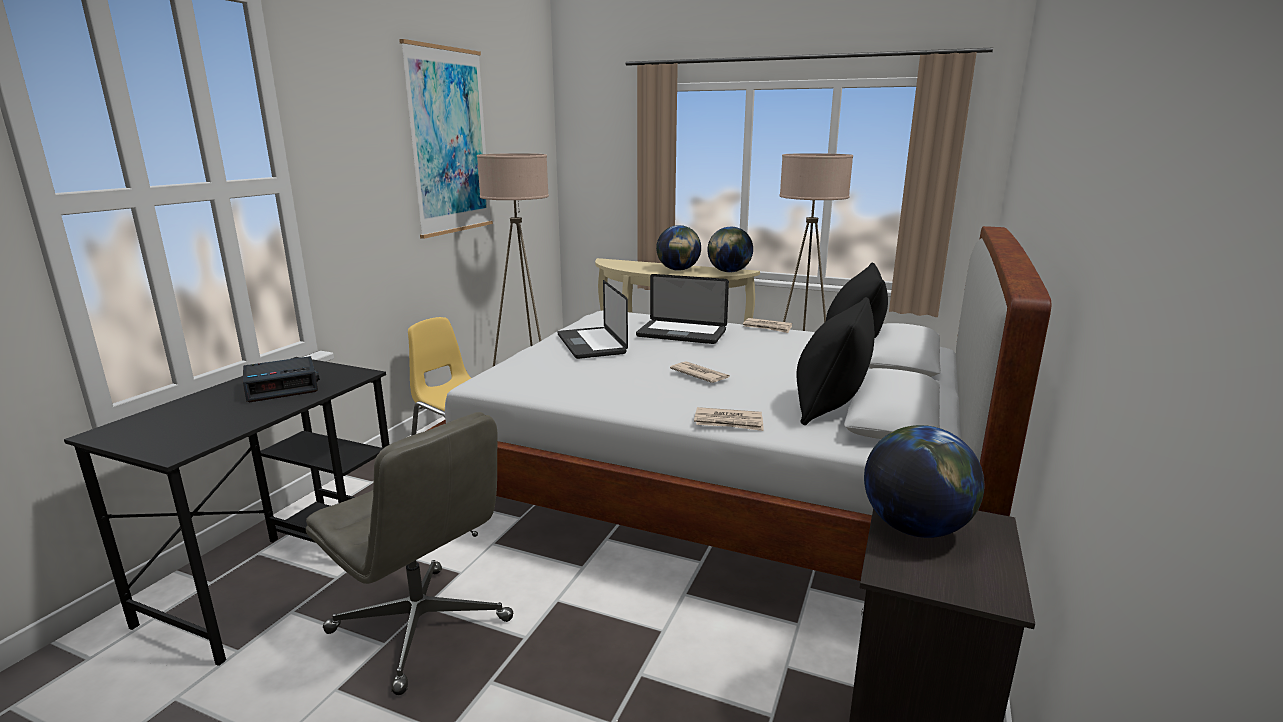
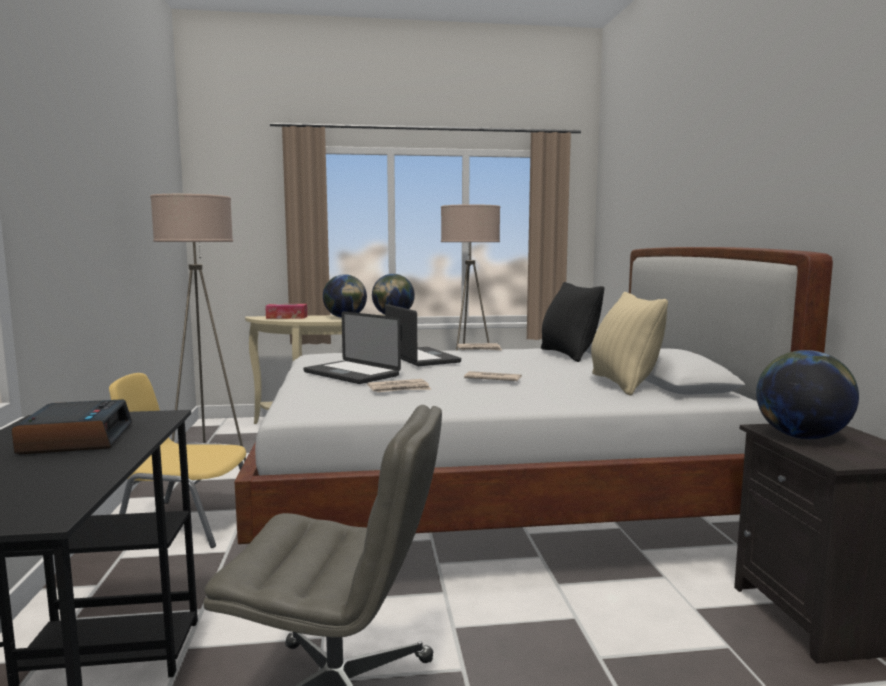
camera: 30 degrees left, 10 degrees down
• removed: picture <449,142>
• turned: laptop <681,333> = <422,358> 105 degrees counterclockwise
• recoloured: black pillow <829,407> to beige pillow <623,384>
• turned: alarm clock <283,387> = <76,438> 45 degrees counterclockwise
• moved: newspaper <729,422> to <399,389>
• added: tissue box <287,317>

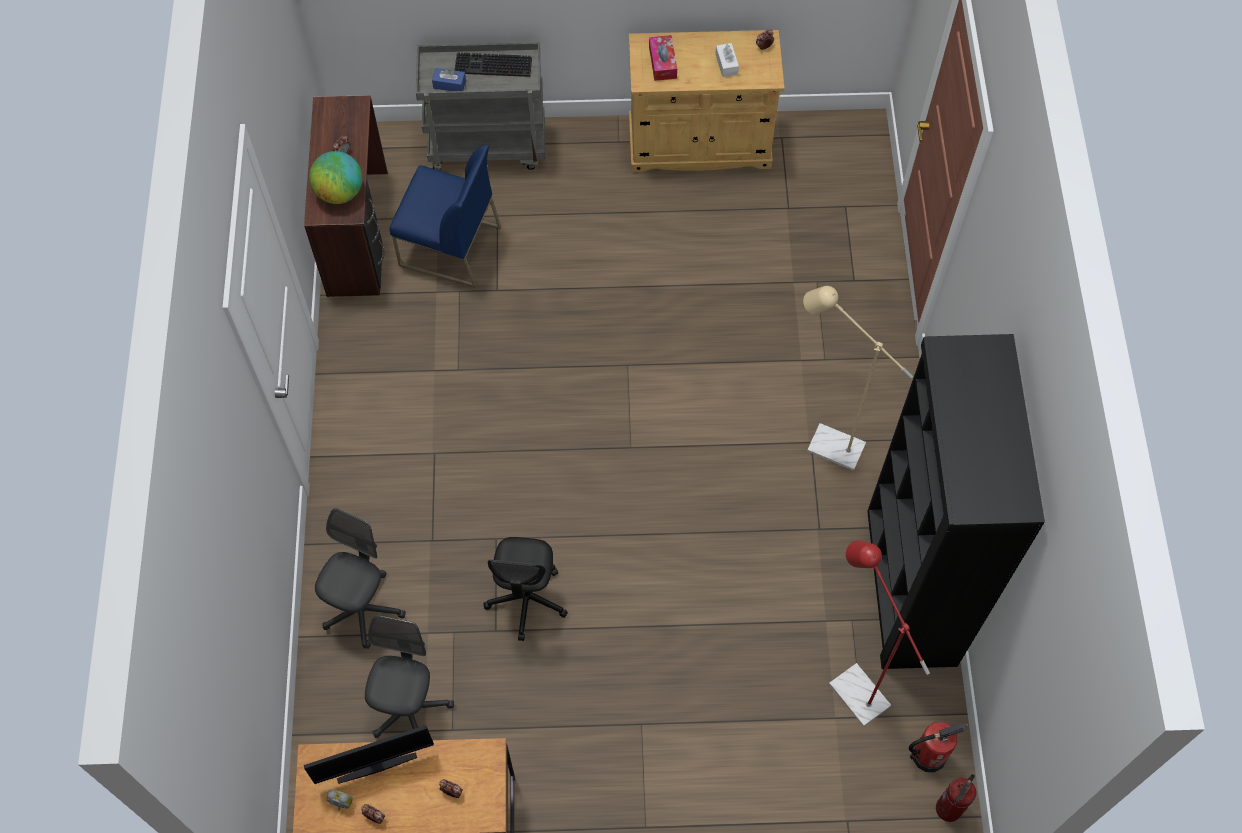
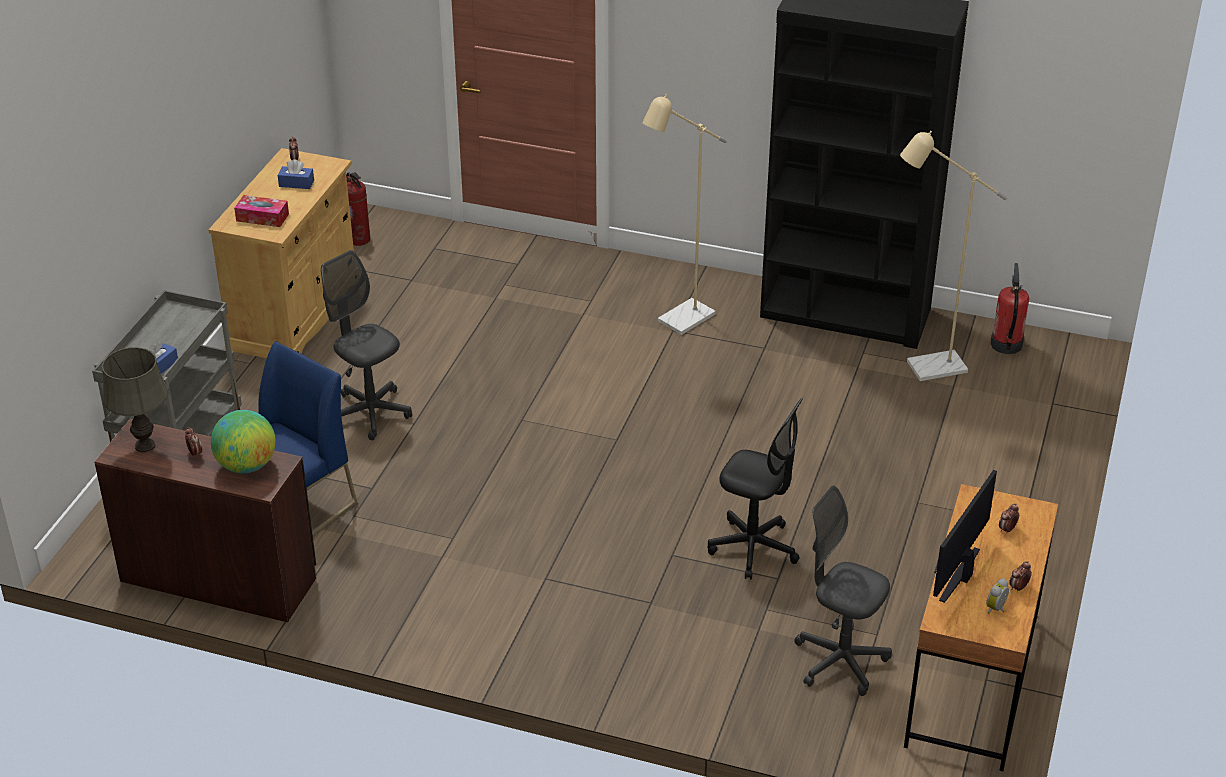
camera: 70 degrees left, 25 degrees down
• recoloured: white tissue box <726,64> to blue tissue box <296,183>
• removed: keyboard <491,67>
• moved: grey office chair <363,609> to <370,413>
• recoloured: red floor lamp <851,686> to beige floor lamp <927,369>
• turned: monitor <376,765> = <962,576> 150 degrees counterclockwise
• moved: fire extinguisher <949,809> to <359,239>
• added: grey table lamp <144,445>

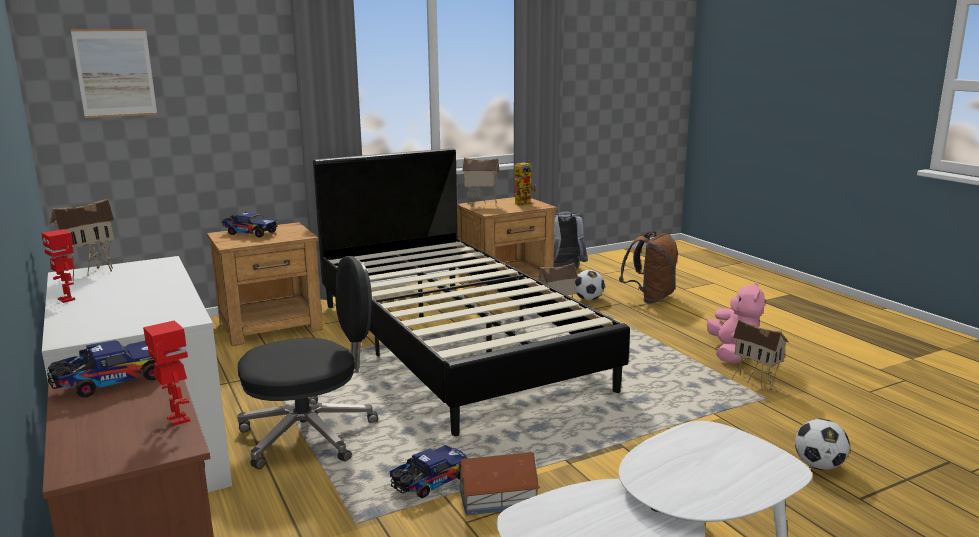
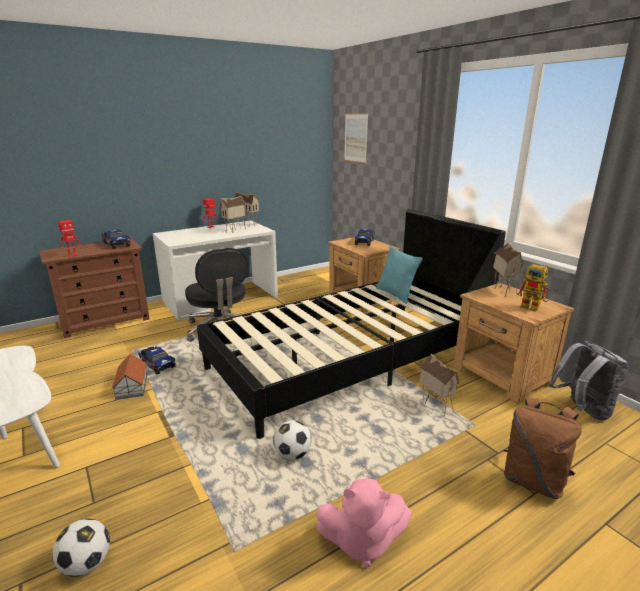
camera: 85 degrees right, 5 degrees up
• moved: football <588,299> to <292,454>
• moved: toy house <755,383> to <235,231>
• added: turquoise pillow <395,294>

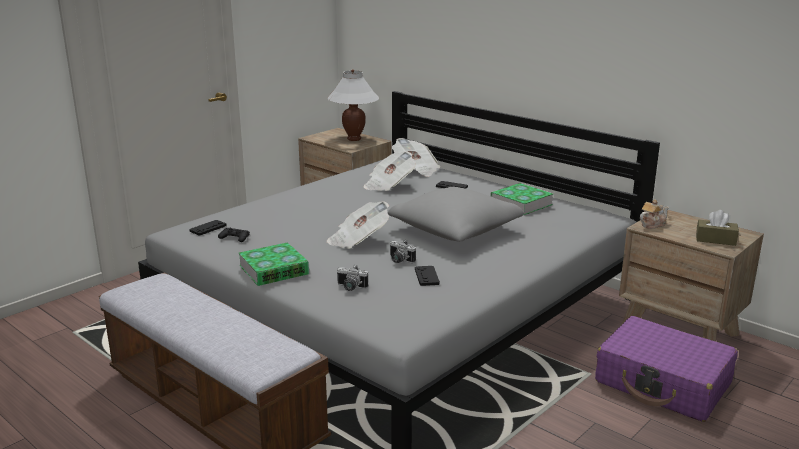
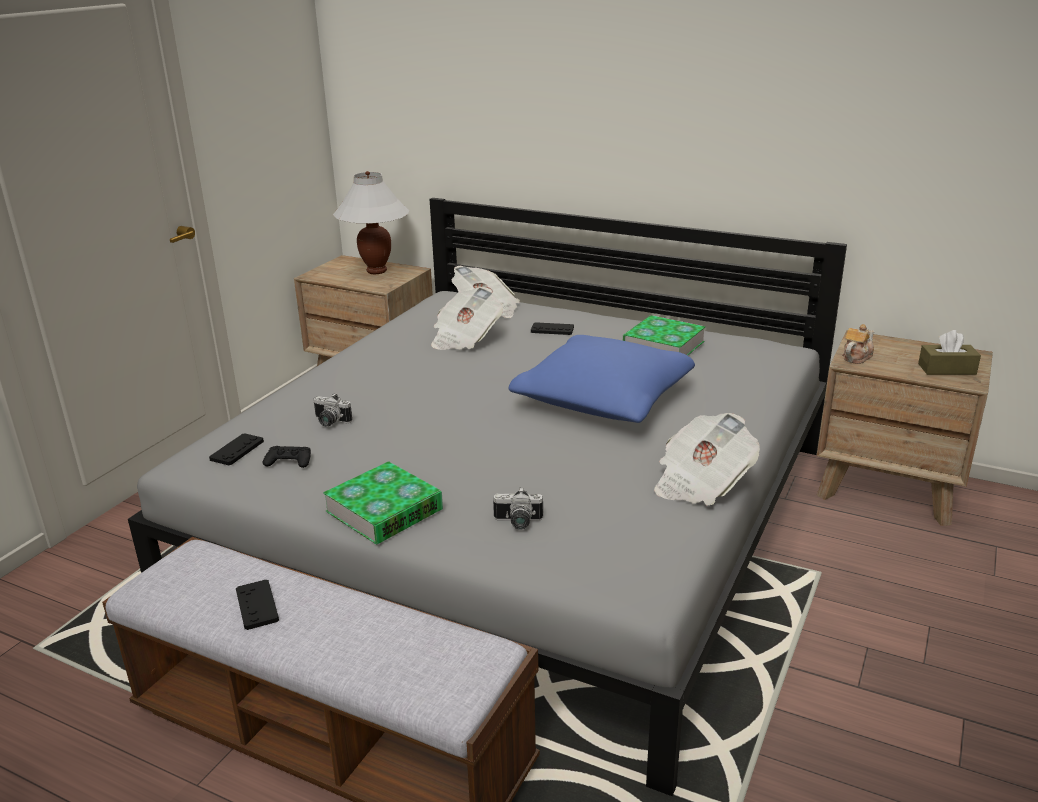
camera: 15 degrees left, 5 degrees up
• recoloured: grey pillow <455,230> to blue pillow <604,399>
• moved: newspaper <358,240> to <701,483>
• moved: photo camera <399,260> to <329,422>
• moved: black game controller <426,276> to <257,605>
• removed: purple suitcase <663,383>

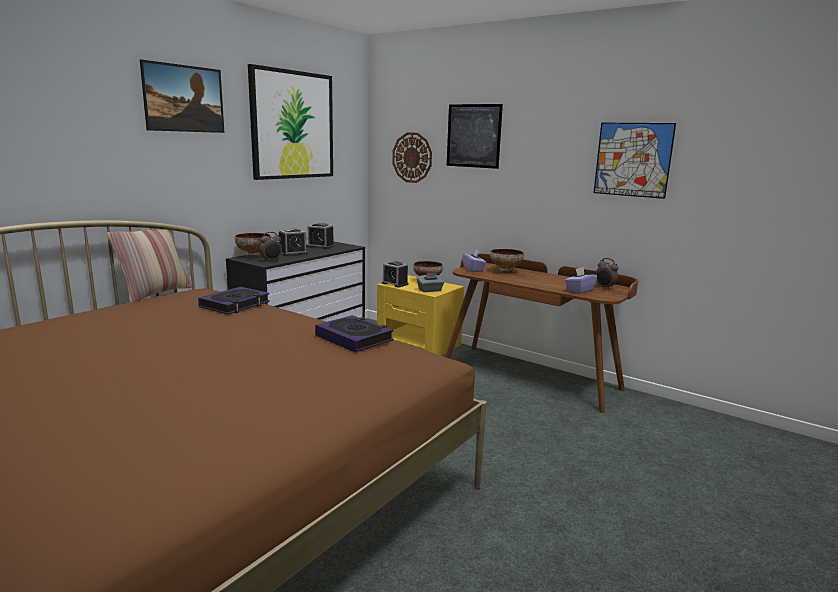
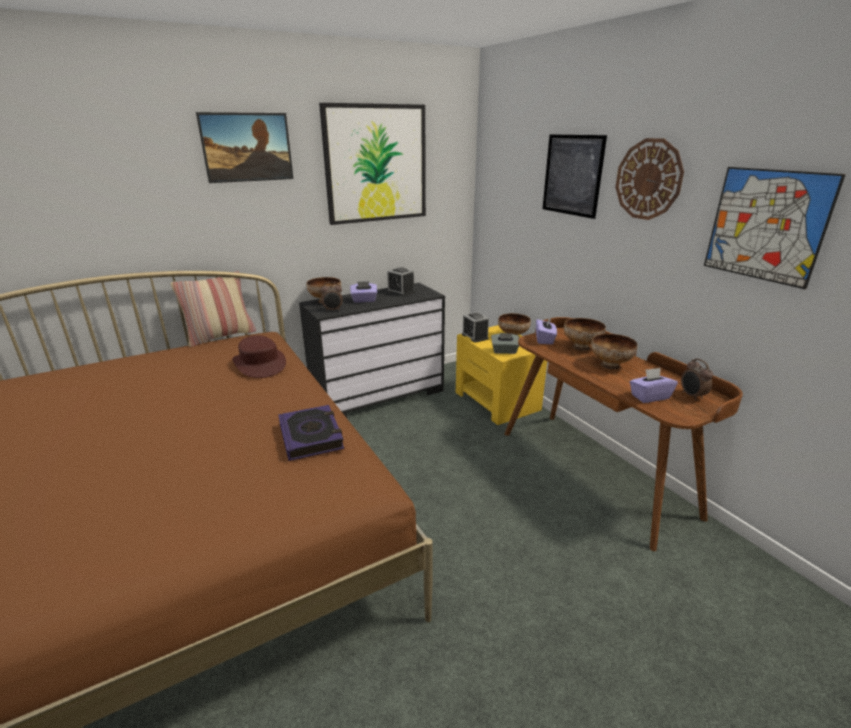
camera: 25 degrees right, 10 degrees up
• moved: wall clock <412,157> to <648,179>
• replaced: alarm clock <293,253> to purple tissue box <364,300>
• replaced: book <235,305> to brown hat <260,364>
• added: bowl <610,365>

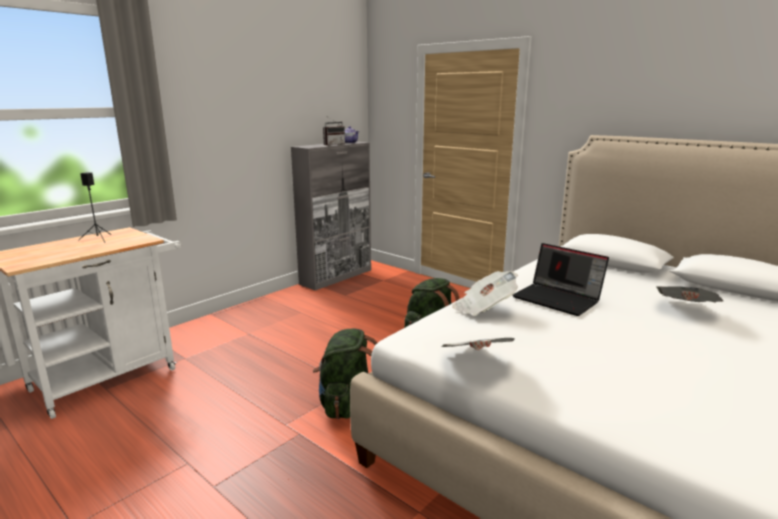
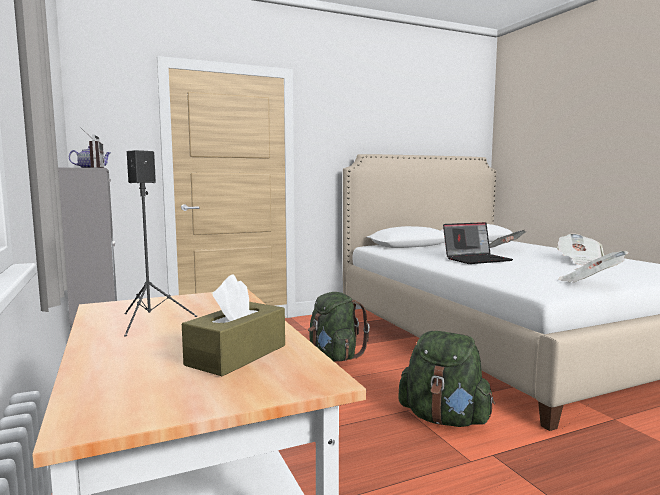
camera: 65 degrees left, 10 degrees down
• moved: newspaper <483,308> to <579,261>
• added: brown tissue box <237,355>

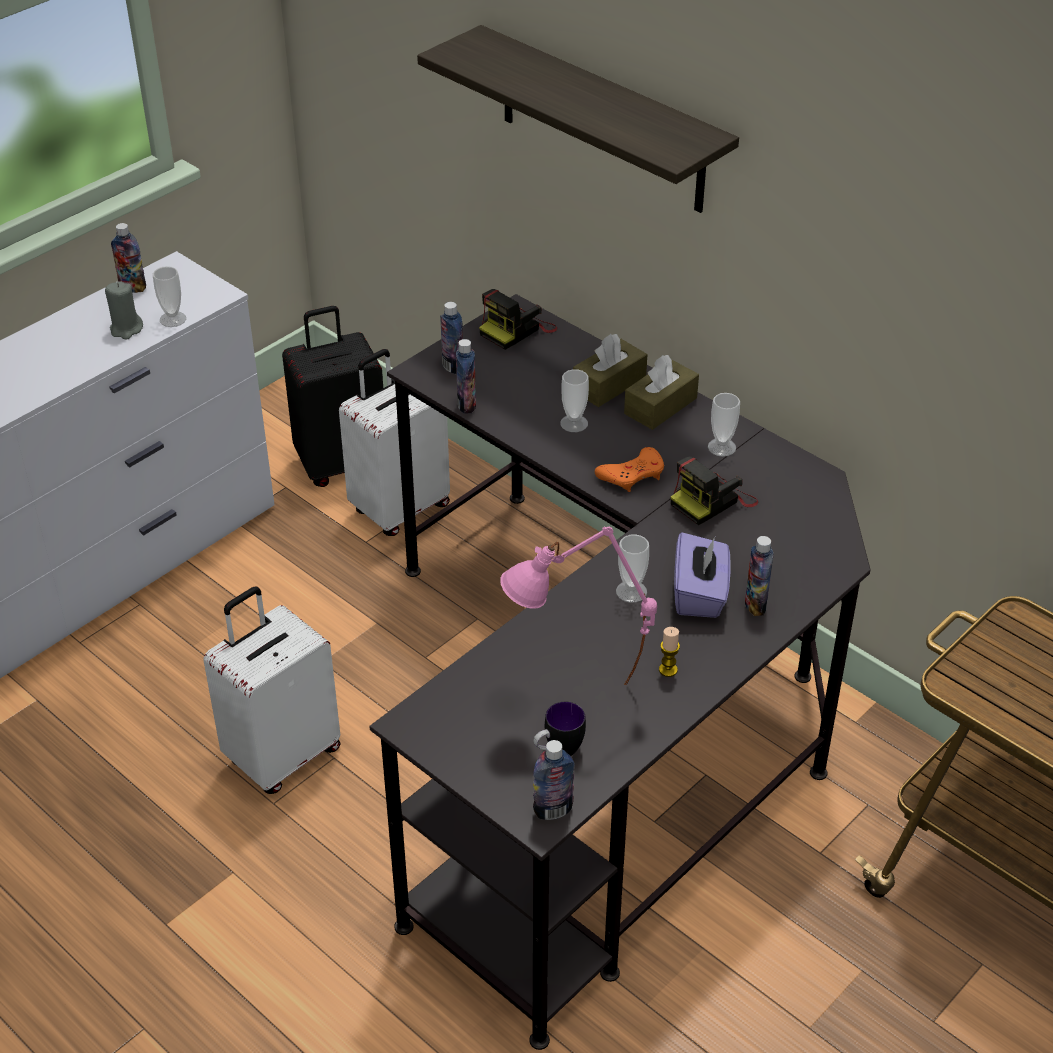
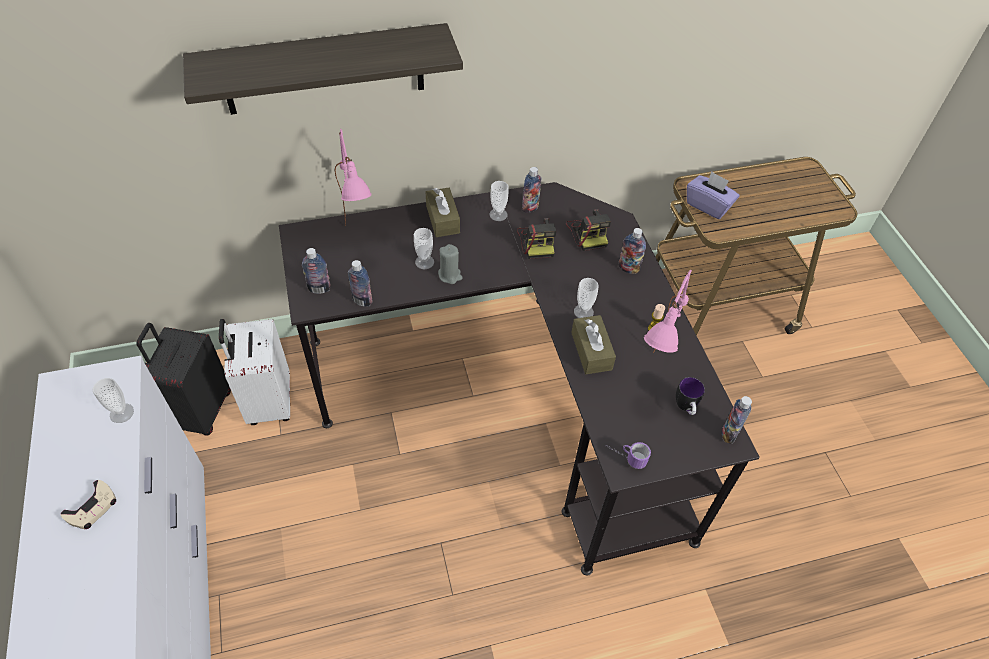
camera: 60 degrees left, 10 degrees up
• moved: bottle <133,287> to <530,208>
• moved: grey candle <126,329> to <450,275>
• moved: photo camera <517,330> to <588,233>
• moved: brown tissue box <609,384> to <591,351>
• removed: orange game controller <632,474>
• moved: purple tissue box <700,594> to <708,205>
• removed: white suitcase <282,755>
• added: pink table lamp <361,243>
• added: mug <625,457>
• added: beige game controller <92,508>

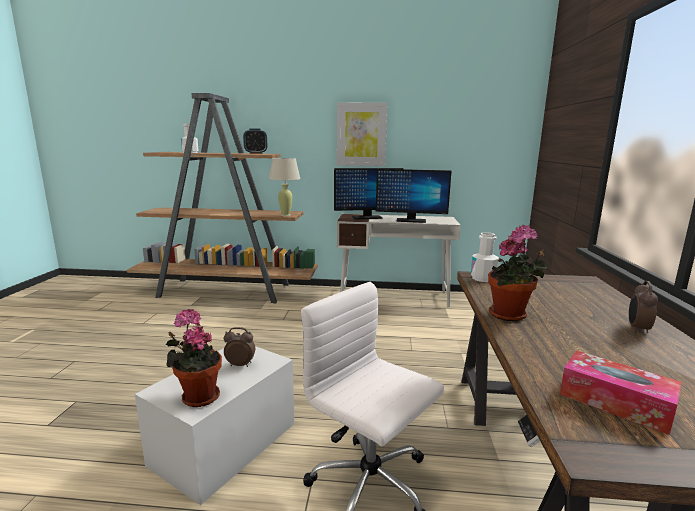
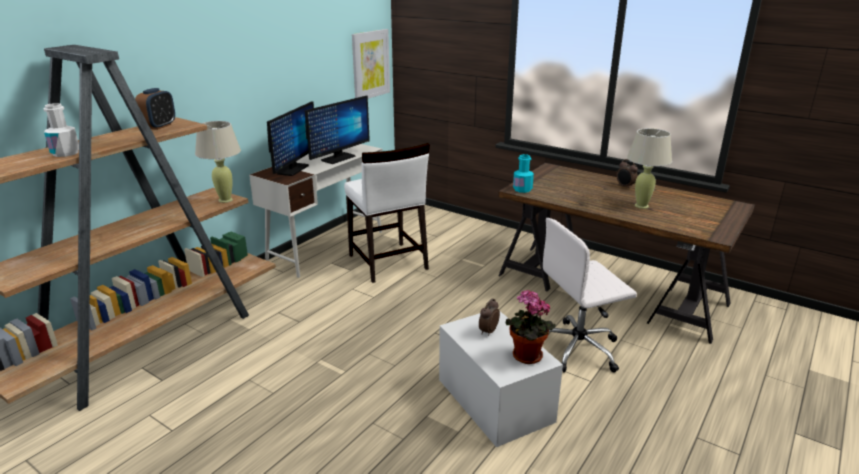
camera: 60 degrees left, 10 degrees up
• moved: picture <361,134> to <370,64>
• removed: potted plant <510,316>
• recoloured: white bottle <483,278> to turquoise bottle <522,189>
• removed: tissue box <615,402>
• added: beige table lamp <641,206>
• added: white chair <387,262>

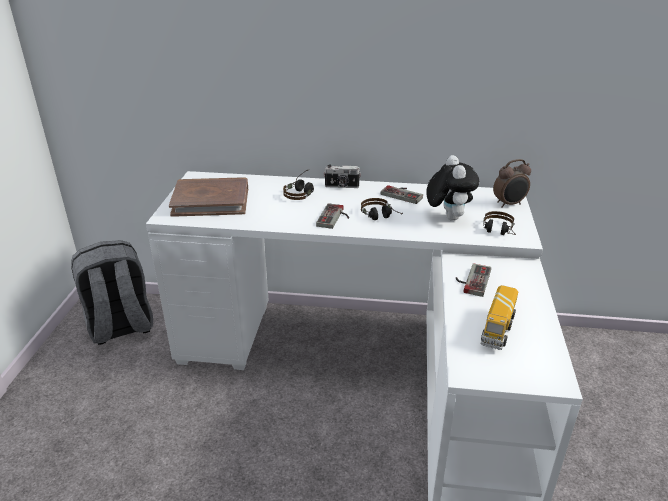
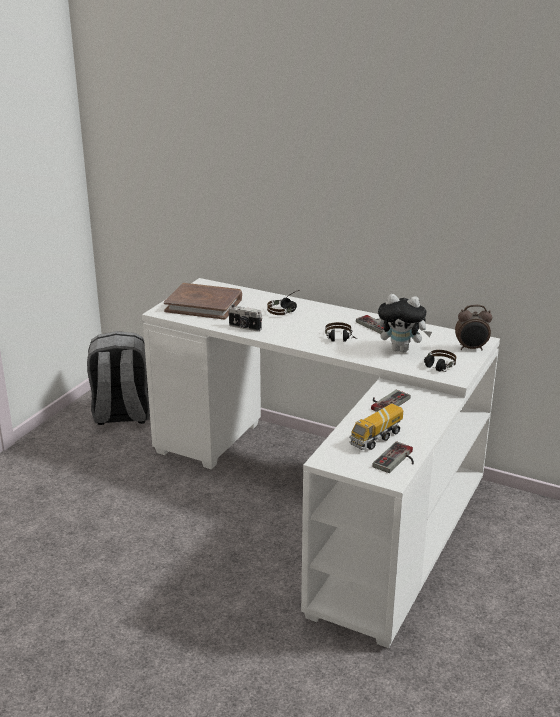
camera: 20 degrees right, 5 degrees down
• turned: plush toy <448,217> = <401,349> 90 degrees clockwise
• moved: photo camera <342,186> to <244,327>
• moved: game controller <335,218> to <398,460>

